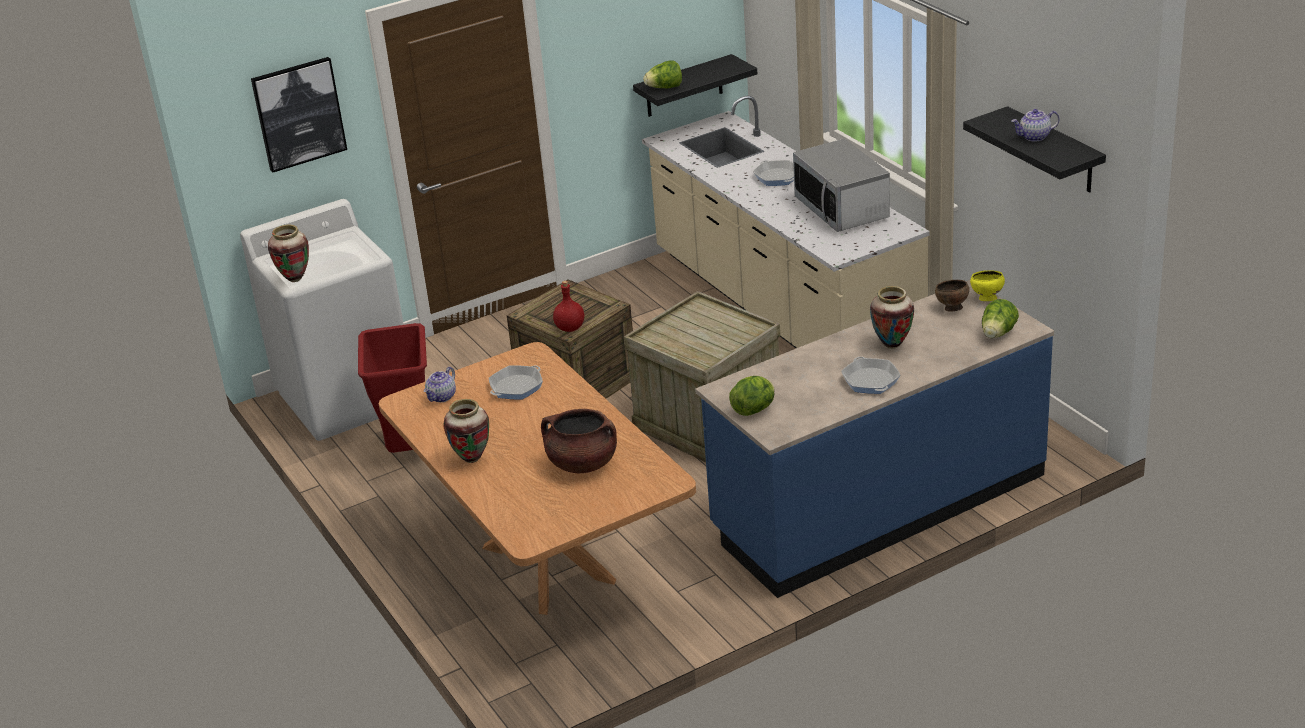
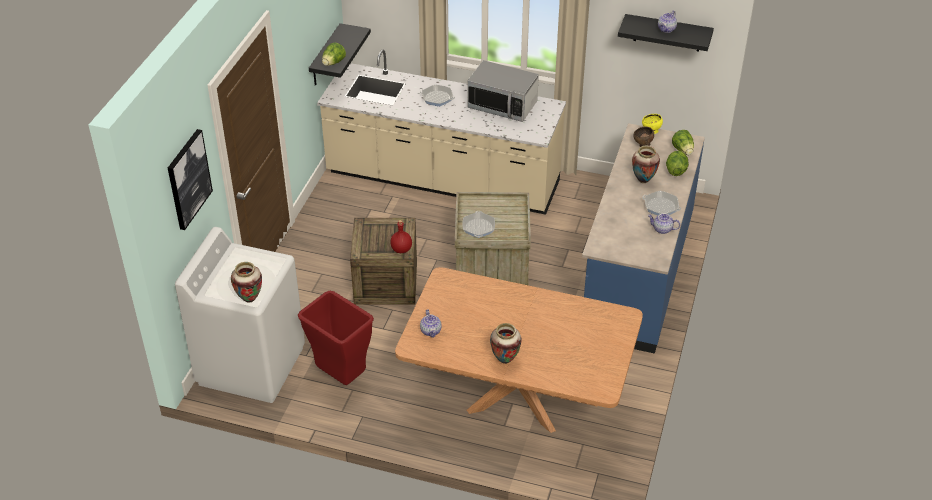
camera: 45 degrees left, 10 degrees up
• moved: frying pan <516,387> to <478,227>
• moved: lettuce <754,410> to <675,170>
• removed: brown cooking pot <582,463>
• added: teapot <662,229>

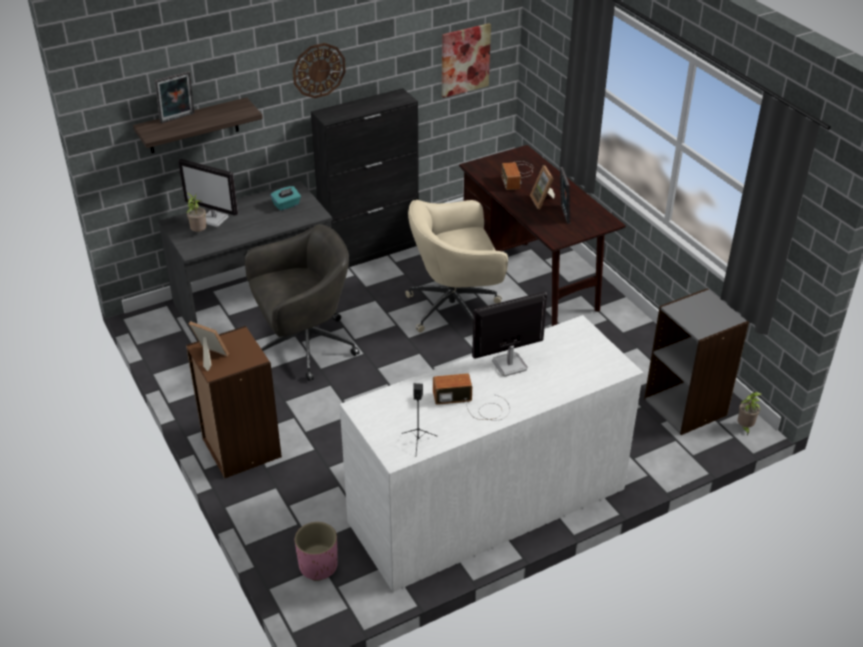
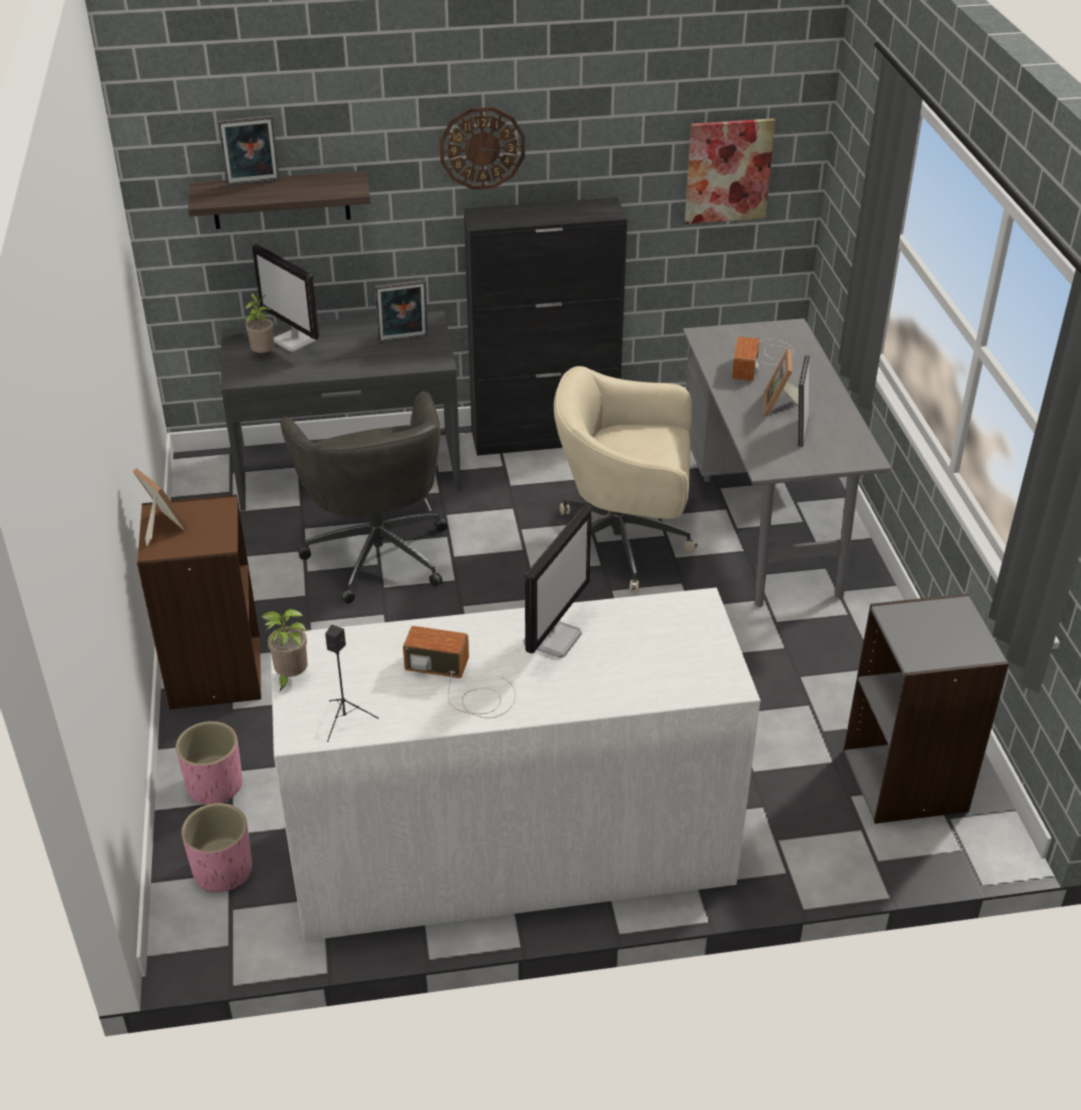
camera: 20 degrees right, 0 degrees up
• recoloured: brown desk <533,277> to grey desk <765,524>
• replaced: turquoise tissue box <286,205> to picture frame <403,340>
• turned: grey office chair <304,347> = <378,552> 75 degrees clockwise
• turned: monitor <508,365> = <552,638> 120 degrees clockwise
• moved: potted plant <744,428> to <290,678>
• added: pink planter <215,786>

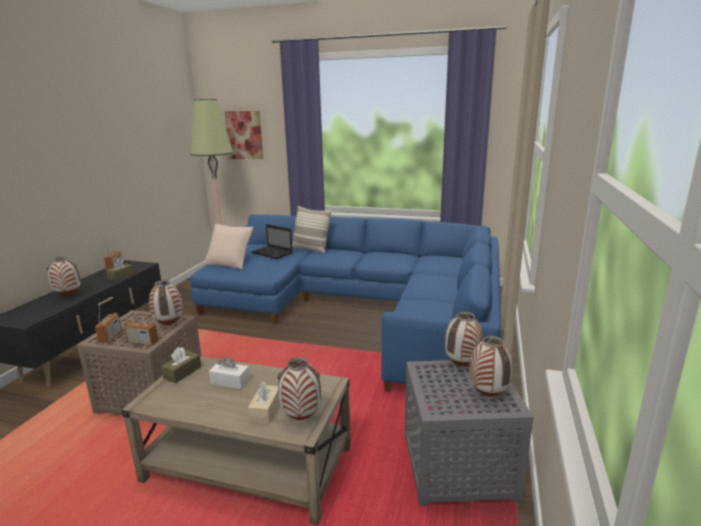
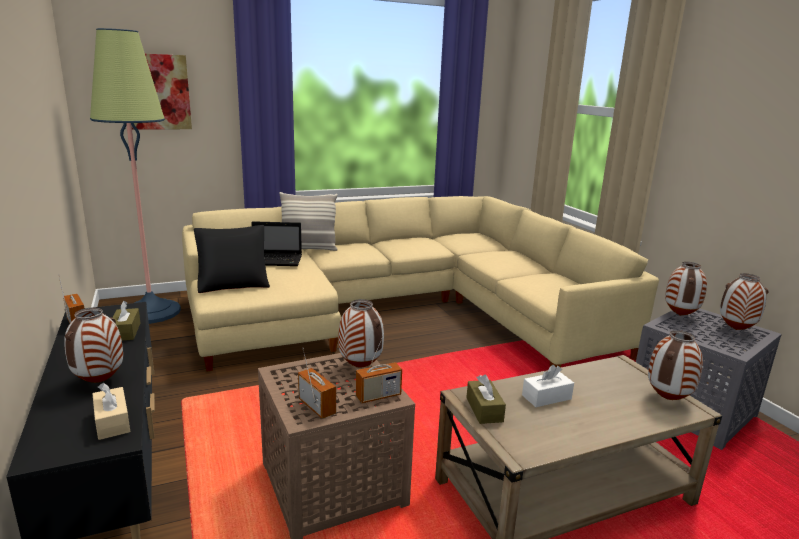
camera: 40 degrees left, 0 degrees up
• recoloured: blue sofa <361,309> to beige sofa <400,310>
• recoloured: beige pillow <230,263> to black pillow <233,283>
• moved: beige tissue box <265,410> to <112,422>

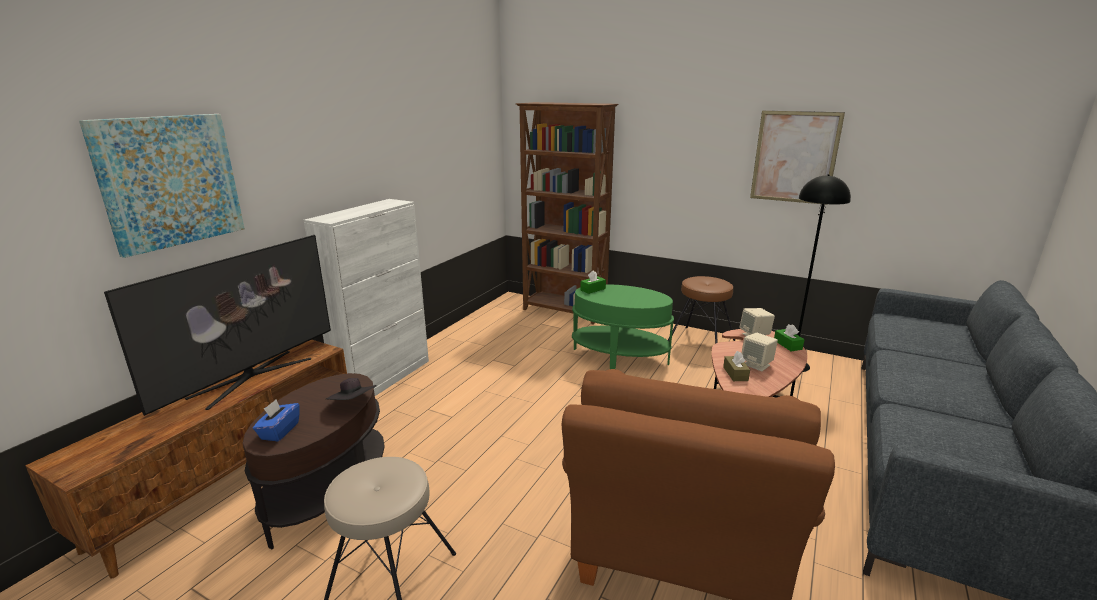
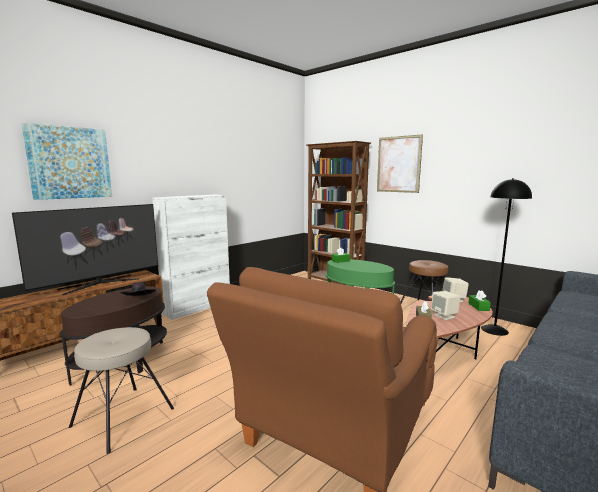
camera: 15 degrees right, 10 degrees down
• moved: picture <794,157> to <398,164>
• removed: blue tissue box <279,431>

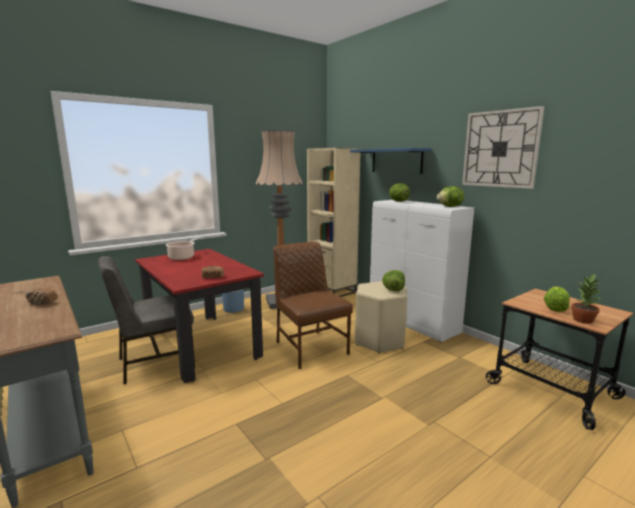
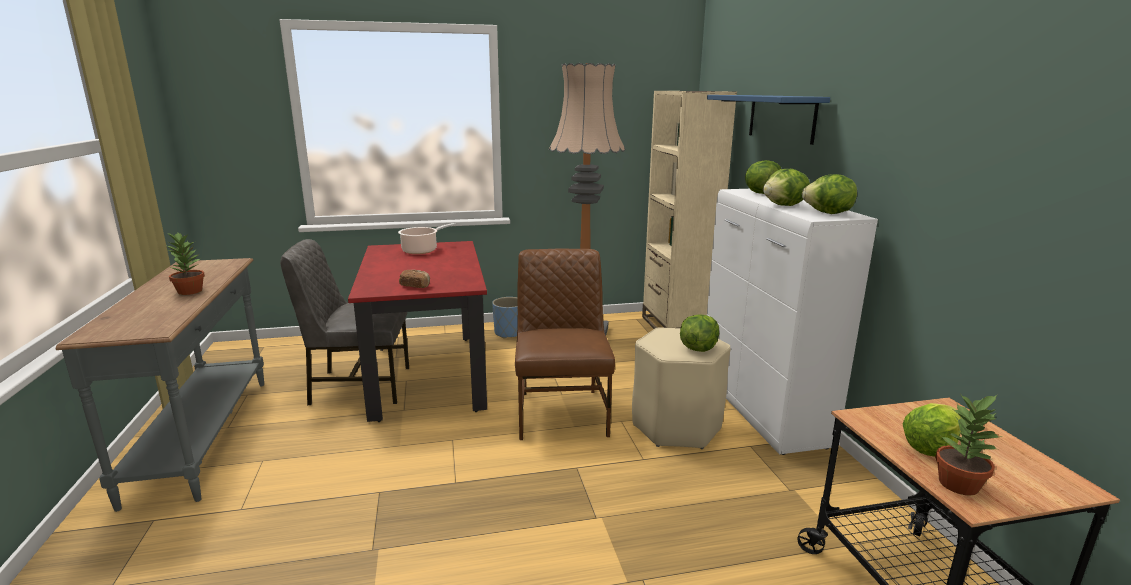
camera: 25 degrees right, 5 degrees up
• removed: wall clock <500,149>
• replaced: bread <41,303> to potted plant <189,291>
• added: lettuce <784,206>

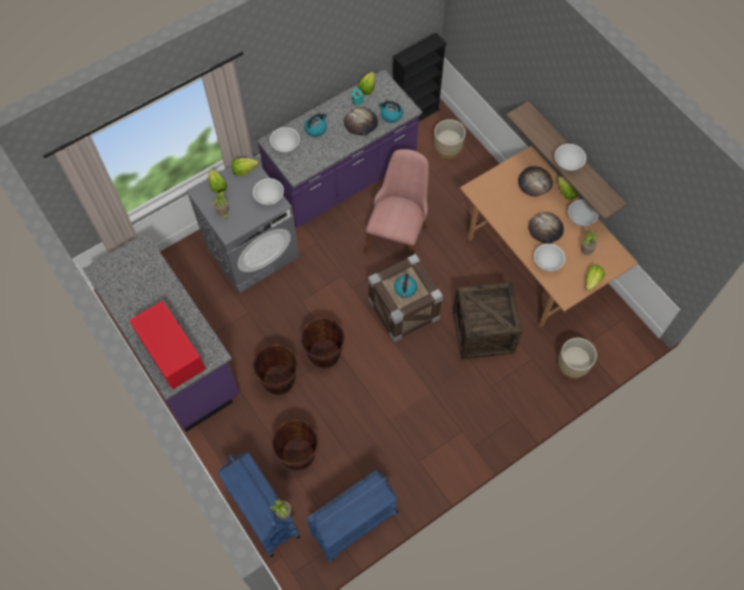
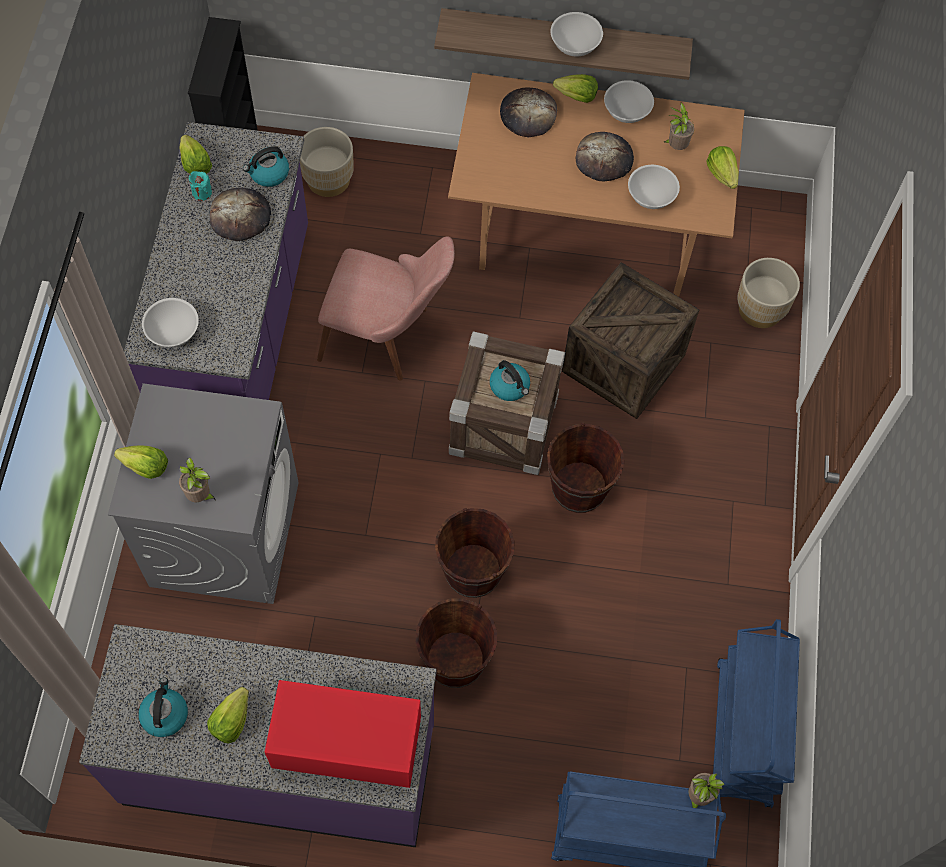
camera: 50 degrees left, 0 degrees up
• moved: kettle <316,129> to <164,714>
• turned: pink chair <398,232> = <388,336> 135 degrees clockwise
• moved: lettuce <244,170> to <231,720>
• removed: white bowl <269,197>
• moved: brown bucket <298,454> to <579,488>

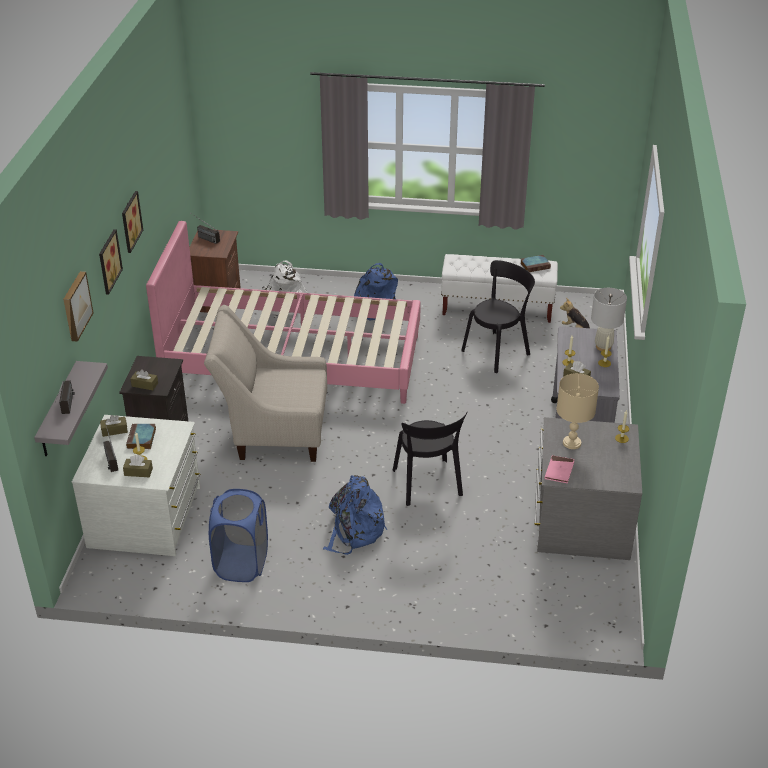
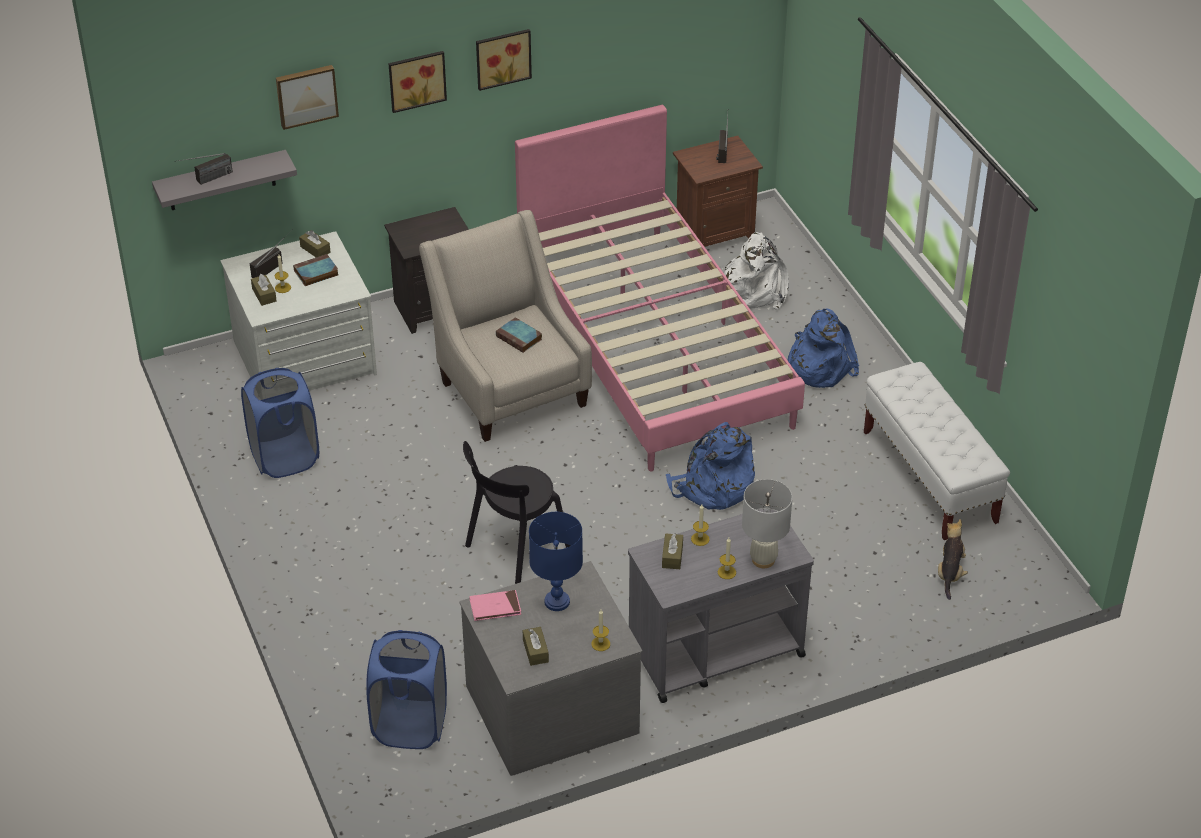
camera: 60 degrees right, 5 degrees up
• moved: book <535,265> to <520,338>
• removed: black chair <498,351>
• moved: brown tissue box <145,385> to <535,651>
• recoloured: beige table lamp <571,443> to blue table lamp <556,601>
• moved: blue backpack <354,531> to <712,487>
• added: blue laundry basket <410,725>

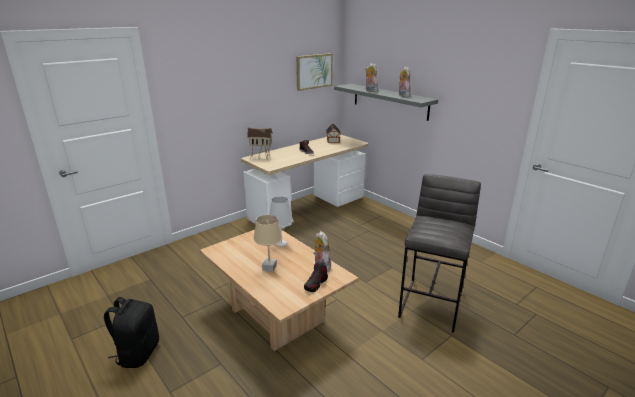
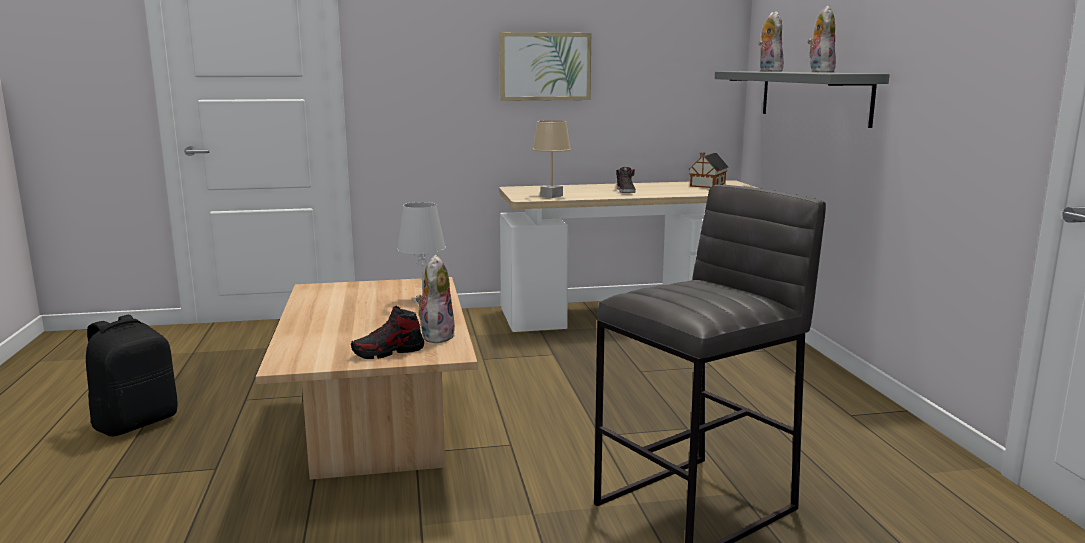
camera: 30 degrees right, 10 degrees down
• moved: picture <314,71> to <545,66>
• removed: toy house <261,157>
• moved: beige table lamp <269,268> to <551,196>

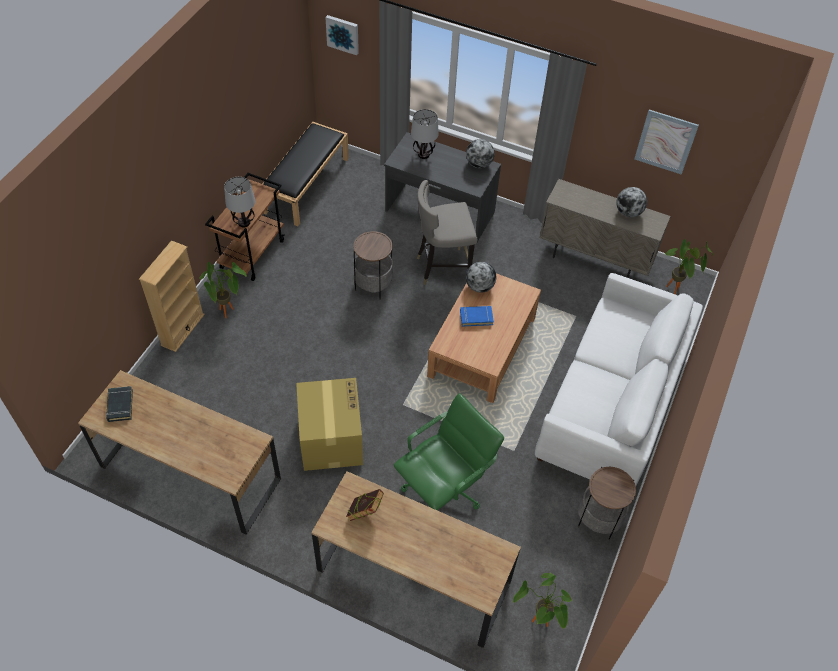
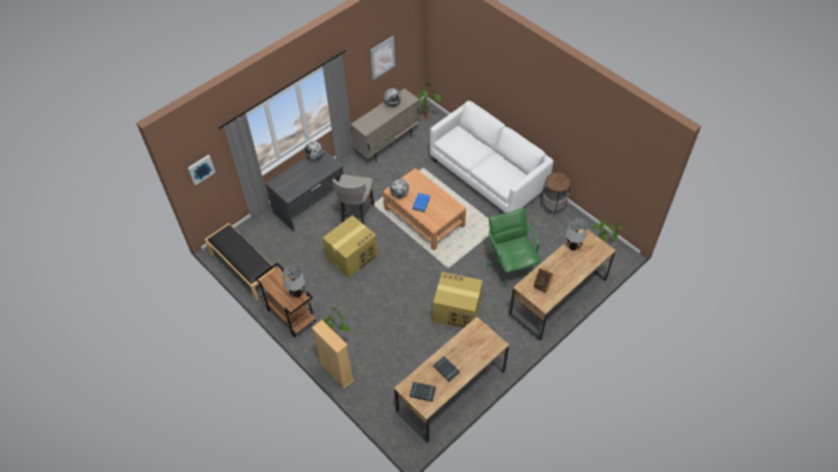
camera: 65 degrees left, 0 degrees up
• moved: table lamp <423,154> to <572,246>
• replaced: side table <373,285> to cardboard box <352,256>
• added: black book <446,370>

